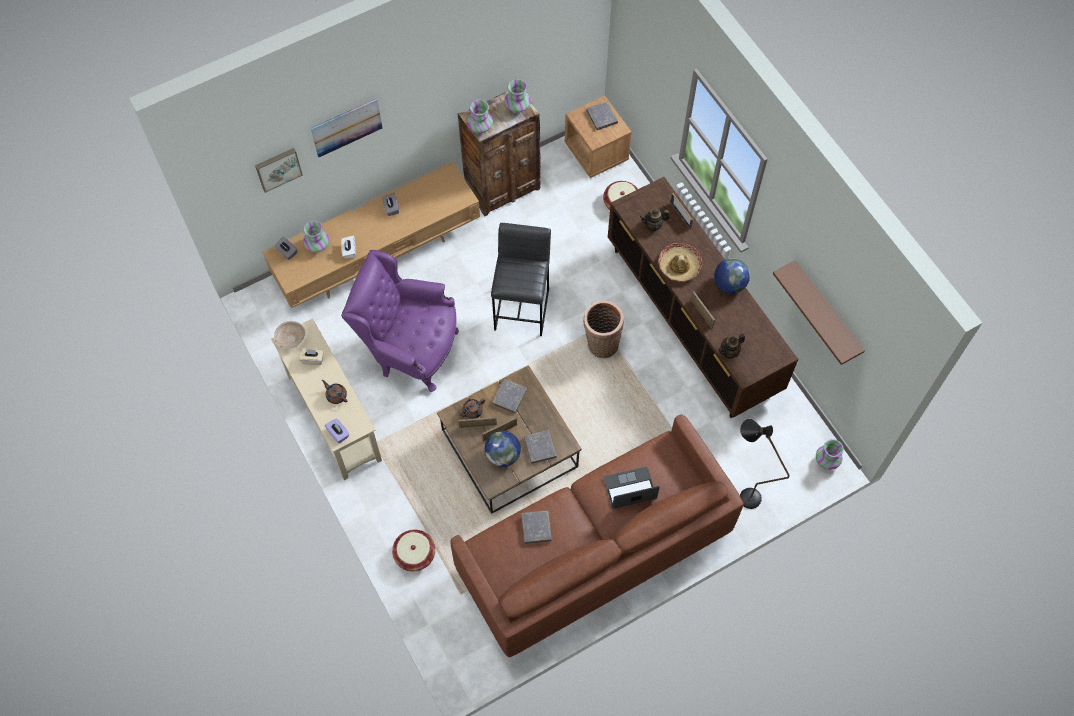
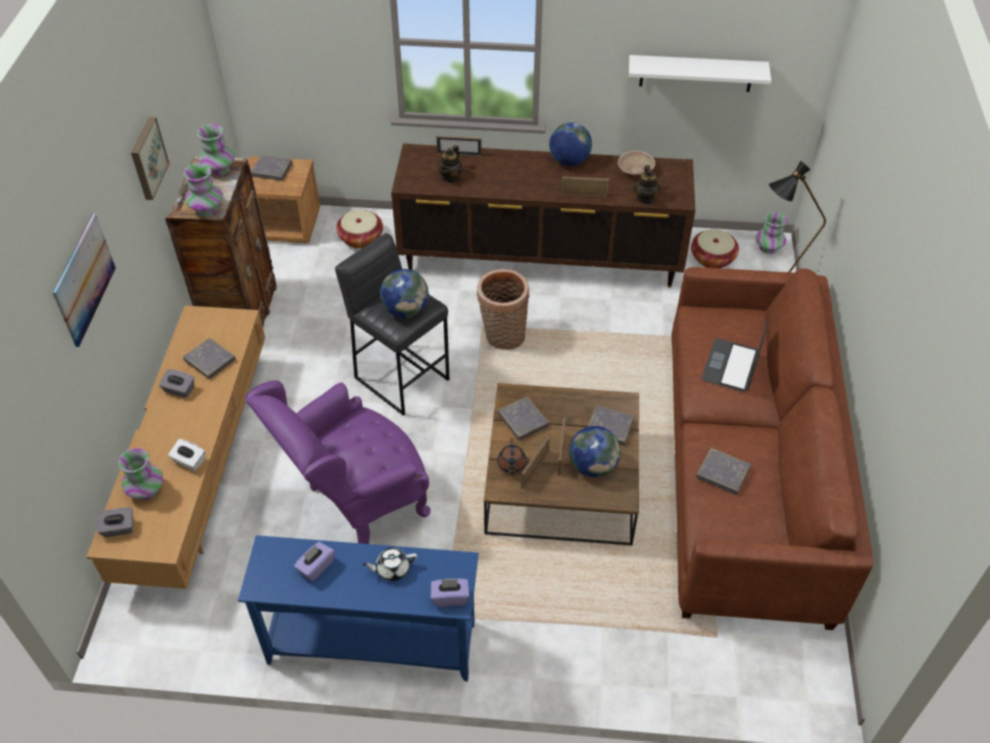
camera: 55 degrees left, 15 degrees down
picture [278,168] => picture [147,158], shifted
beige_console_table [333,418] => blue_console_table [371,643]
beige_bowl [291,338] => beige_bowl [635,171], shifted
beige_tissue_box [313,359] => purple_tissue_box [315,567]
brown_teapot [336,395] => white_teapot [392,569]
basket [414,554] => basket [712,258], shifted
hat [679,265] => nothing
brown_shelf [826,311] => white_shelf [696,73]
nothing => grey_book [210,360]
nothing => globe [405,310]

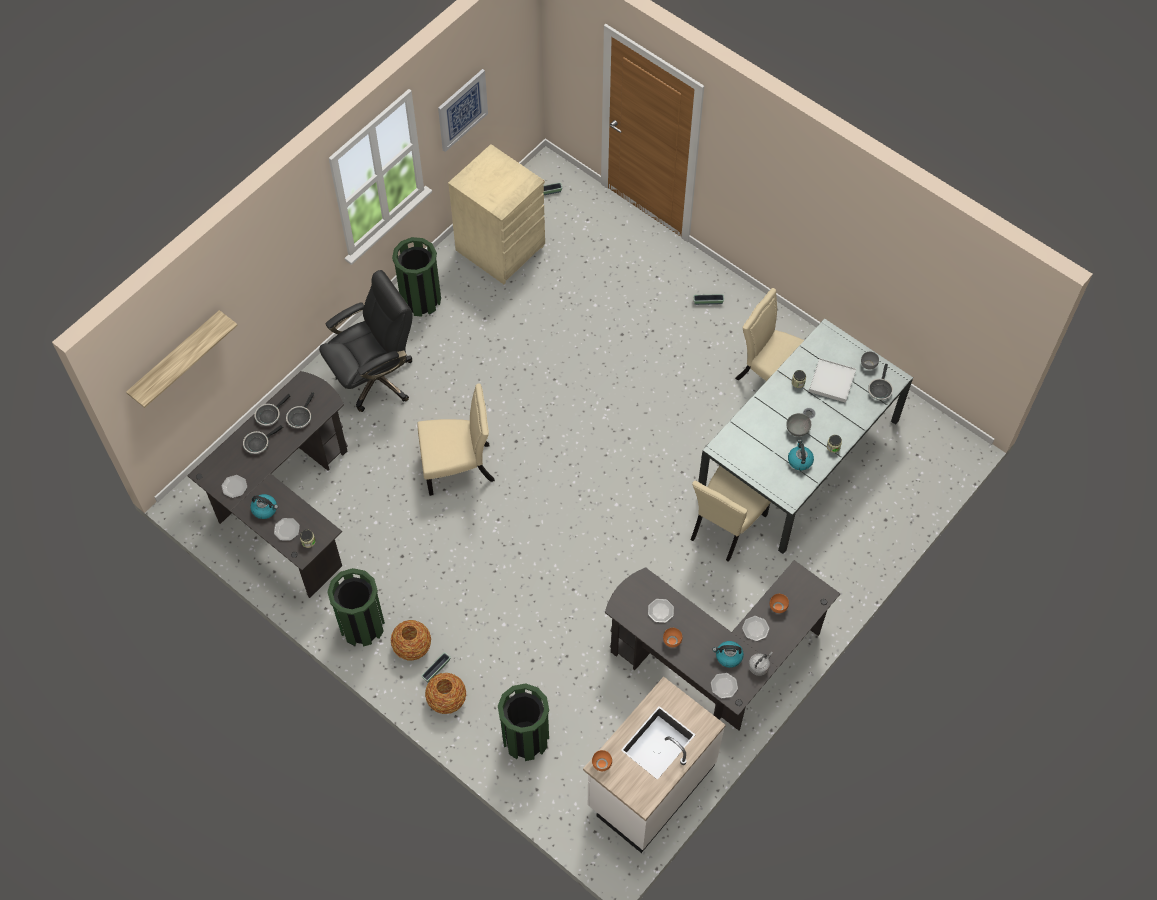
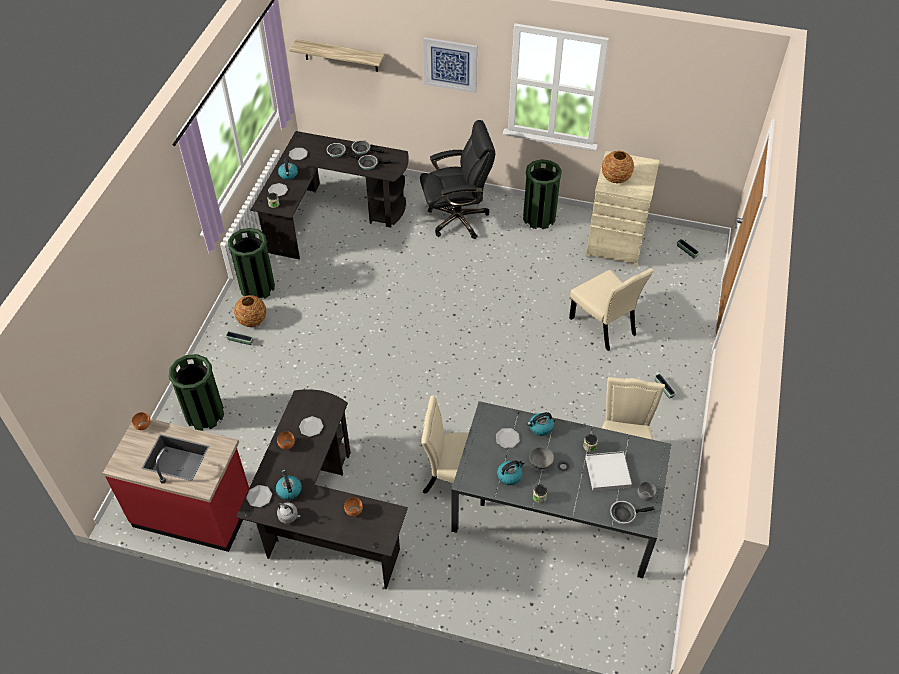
camera: 65 degrees right, 10 degrees down
black_office_chair [375,380] => black_office_chair [456,219], 45 degrees counterclockwise
beige_chair [457,467] => beige_chair [603,324], shifted
vase [447,699] => vase [616,178], shifted
picture [462,110] => picture [450,64], shifted
white_counter [650,785] => red_counter [193,511]
plate [755,629] => plate [507,438], shifted
nothing => kettle [540,427]

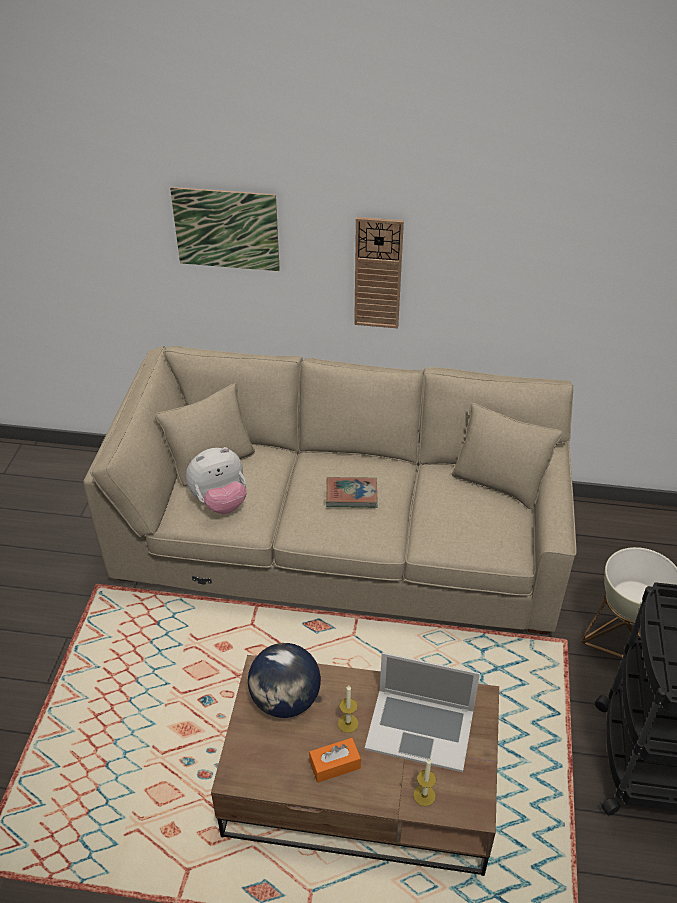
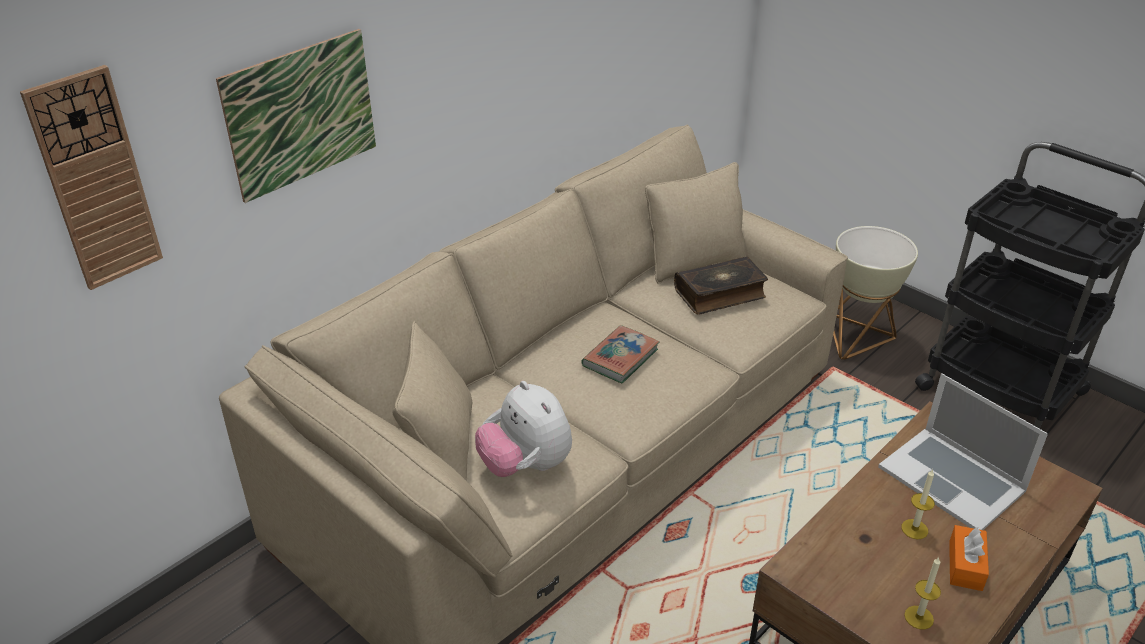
camera: 55 degrees left, 5 degrees down
plush_toy [220,502] => plush_toy [525,465], 135 degrees clockwise
globe [285,700] => nothing
wall_clock [378,273] => wall_clock [95,180], shifted
laptop [420,728] => laptop [952,478], 90 degrees clockwise
candle [424,795] => candle [919,617], shifted
nothing => book [720,294]

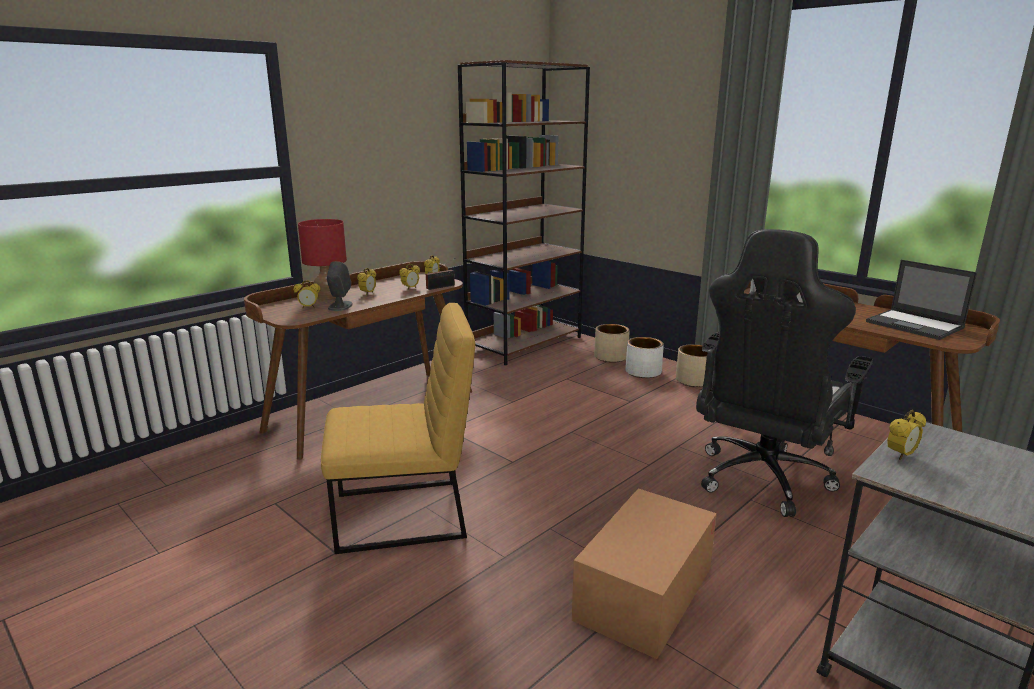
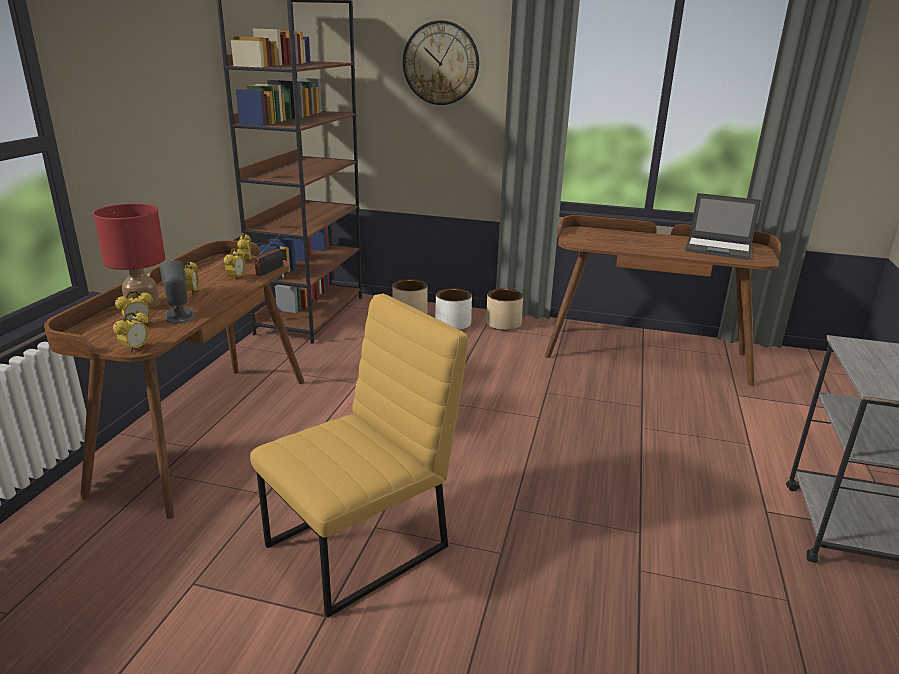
camera: 30 degrees left, 5 degrees up
cardboard_box [644,593] => nothing
black_office_chair [764,475] => nothing
alarm_clock [901,455] => alarm_clock [135,349], shifted
nothing => wall_clock [441,63]

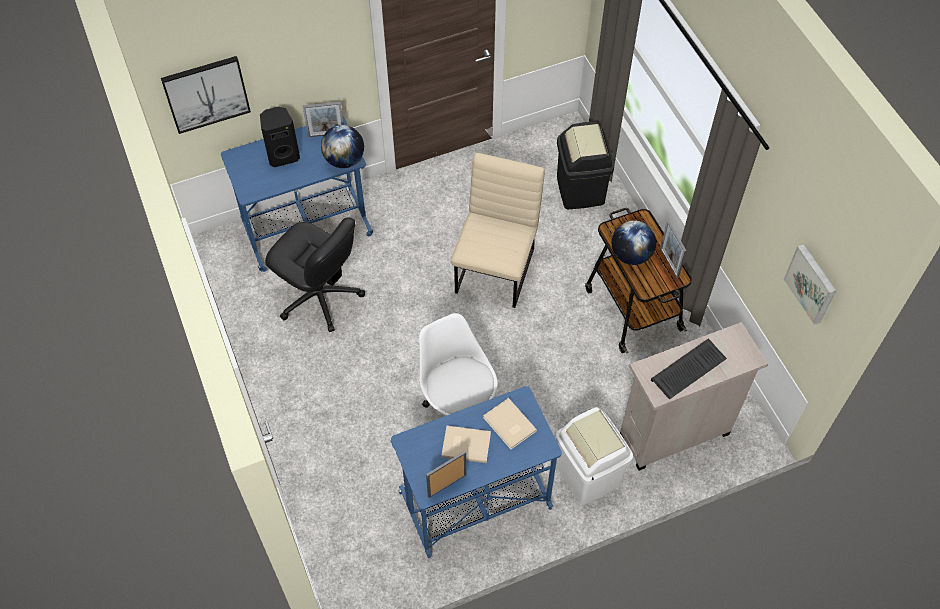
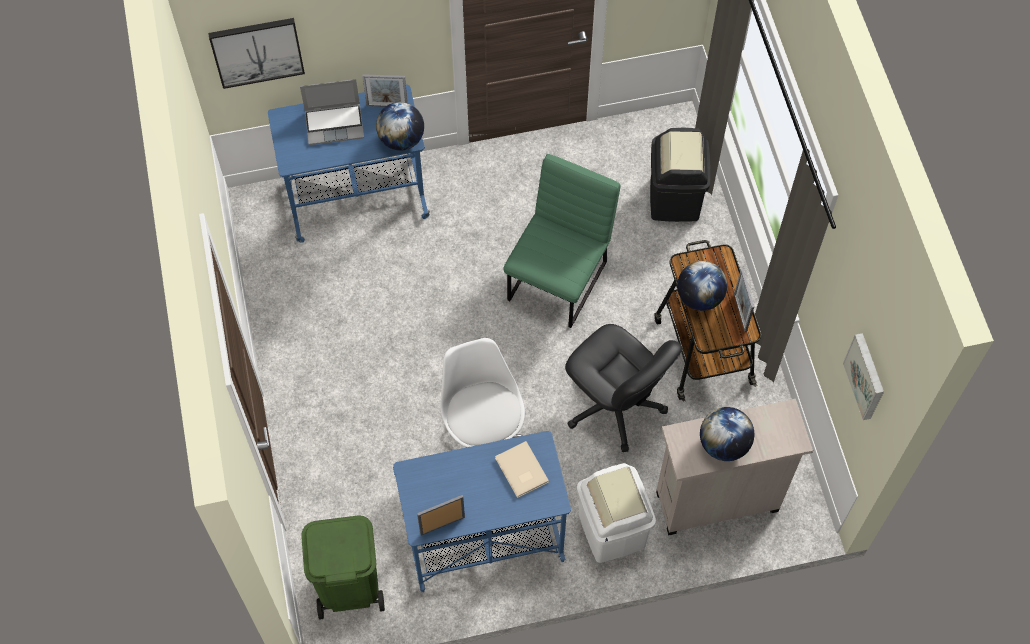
camera: 10 degrees right, 5 degrees up
black_speaker [283,155] => laptop [335,124]
black_office_chair [319,296] => black_office_chair [614,405], shifted
beige_book [465,444] => nothing
beige_chair [496,268] => green_chair [559,278]
keyboard [688,371] => globe [723,444]
nothing => green_trash_can [349,587]

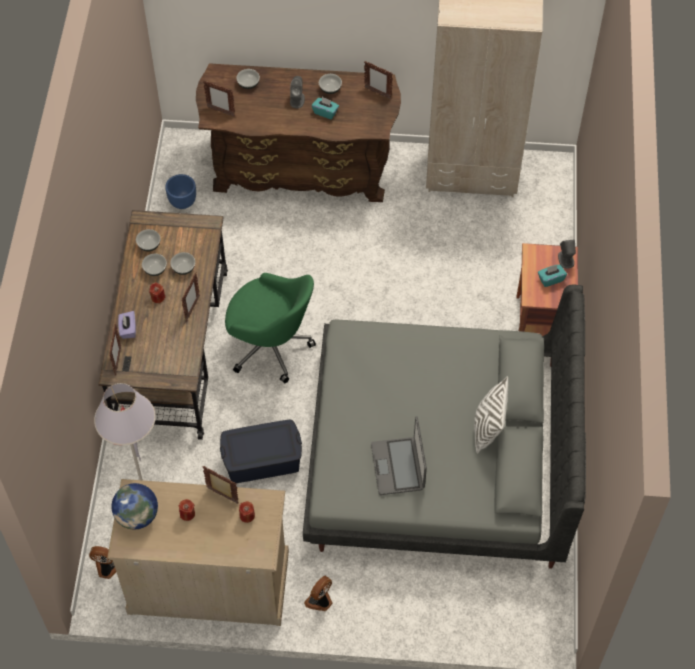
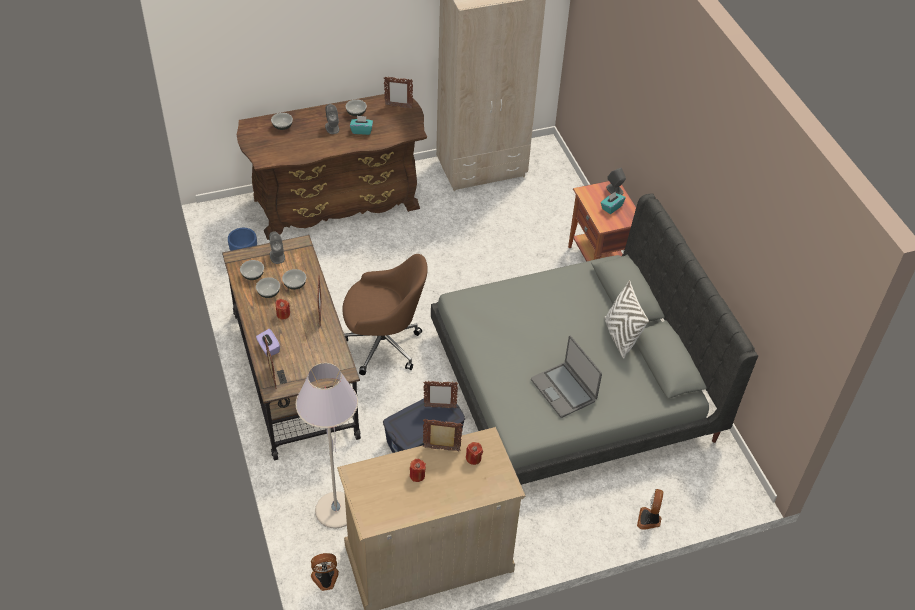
camera: 25 degrees left, 10 degrees down
globe [137,516] => nothing
picture_frame [221,111] => picture_frame [439,407], shifted
green_office_chair [271,347] => brown_office_chair [384,346]
fan [320,601] => fan [649,520], shifted
nothing => grey_speaker [277,256]

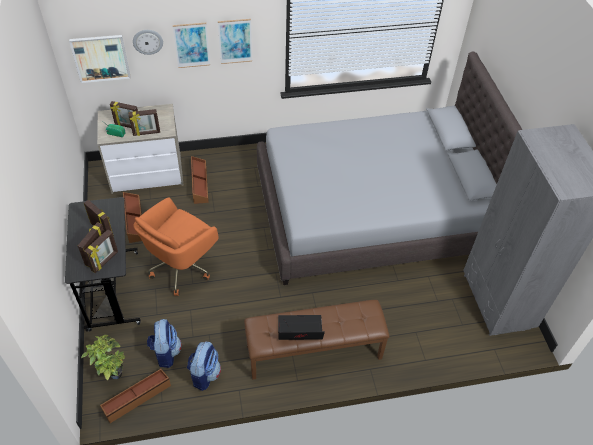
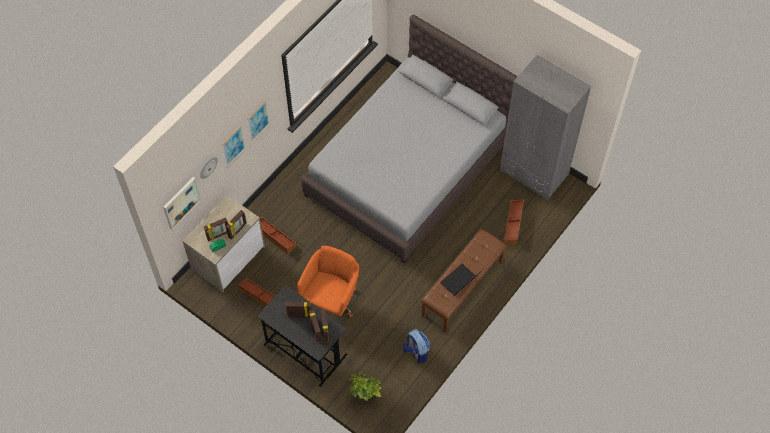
camera: 40 degrees left, 10 degrees up
brown_storage_box [137,398] => brown_storage_box [513,224], shifted
orange_office_chair [182,268] => orange_office_chair [331,303], 150 degrees counterclockwise
backpack [165,352] => nothing

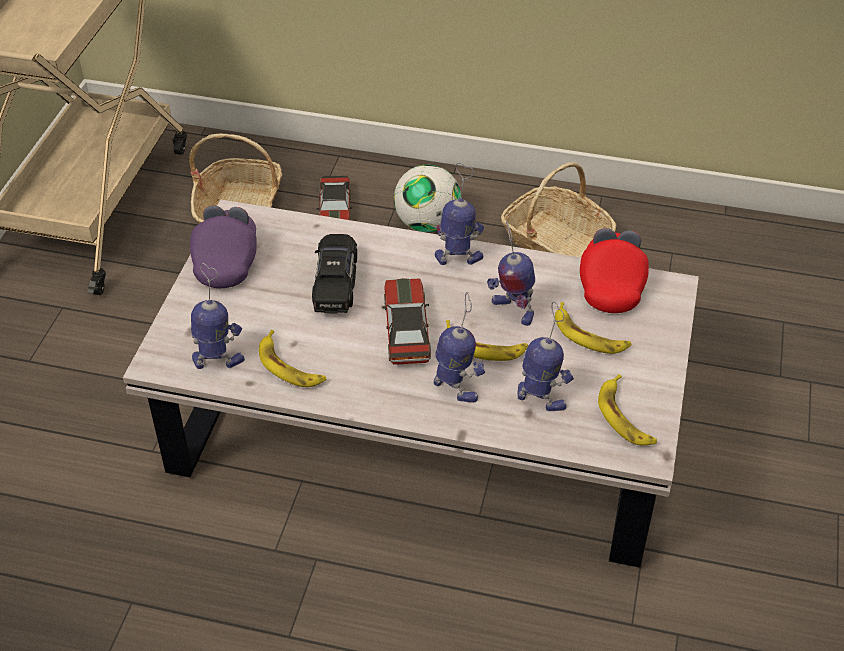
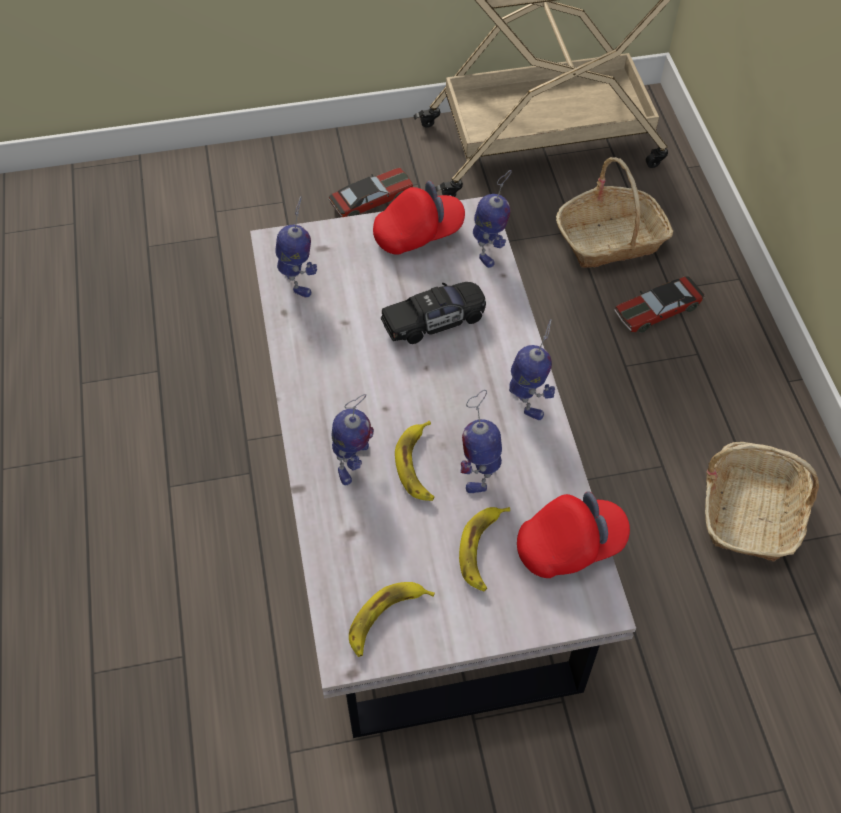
camera: 65 degrees right, 10 degrees up
purple_cap [227,260] => red_cap [418,234]
banana [290,366] => nothing
toy_car [406,329] => toy_car [371,199], shifted
football [427,224] => nothing
toy_robot [541,399] => toy_robot [489,250], shifted

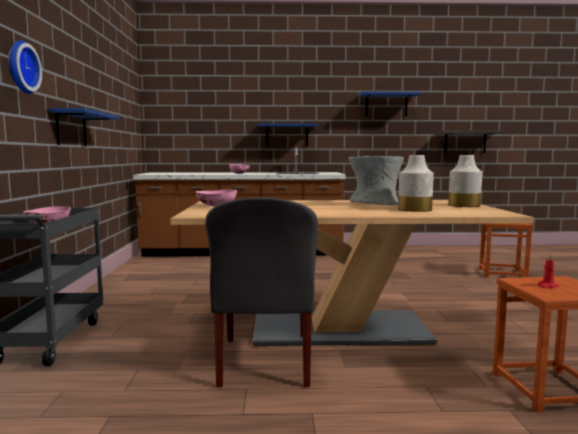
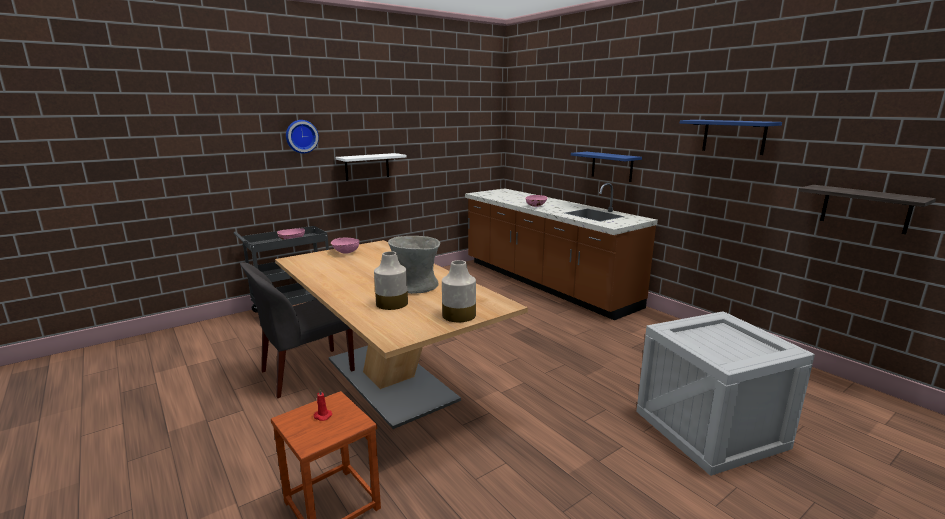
camera: 55 degrees right, 10 degrees up
blue_shelf [71,129] => white_shelf [367,166]
brown_stool [502,273] => crate [712,430]

